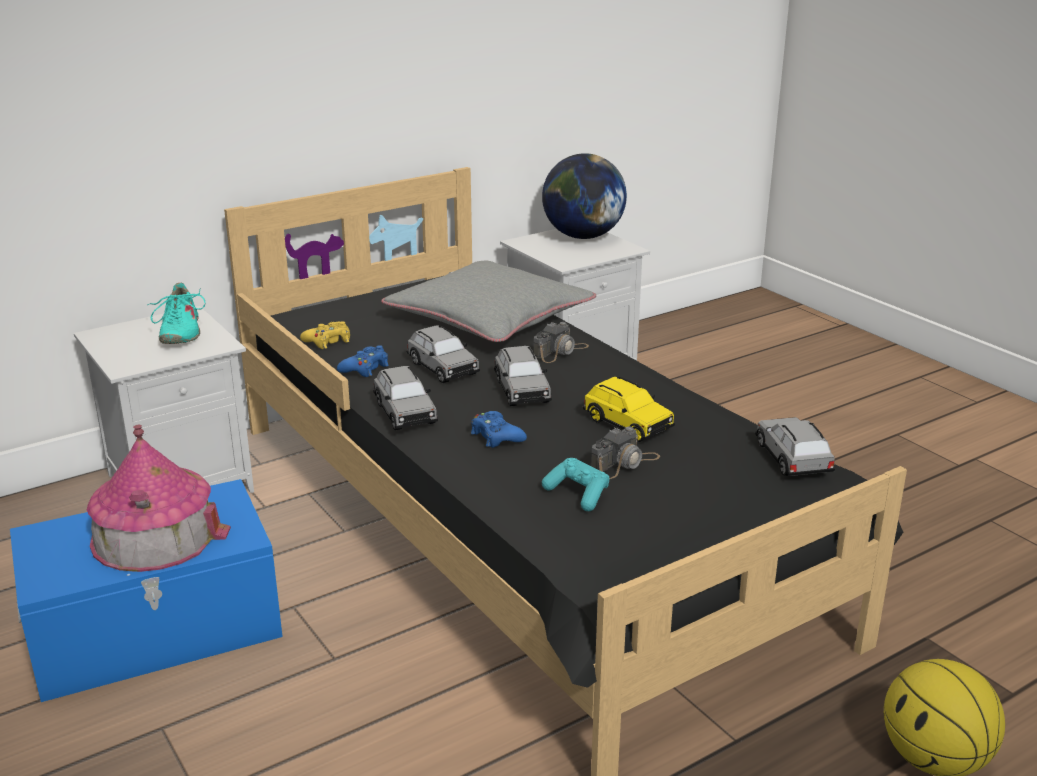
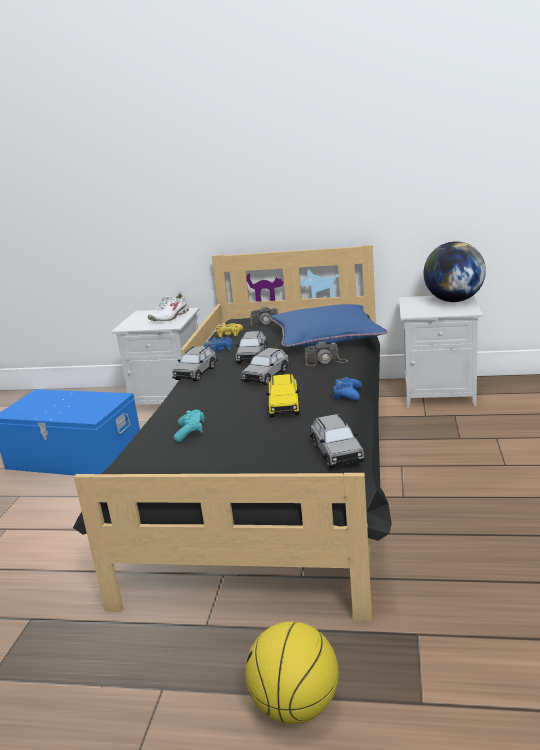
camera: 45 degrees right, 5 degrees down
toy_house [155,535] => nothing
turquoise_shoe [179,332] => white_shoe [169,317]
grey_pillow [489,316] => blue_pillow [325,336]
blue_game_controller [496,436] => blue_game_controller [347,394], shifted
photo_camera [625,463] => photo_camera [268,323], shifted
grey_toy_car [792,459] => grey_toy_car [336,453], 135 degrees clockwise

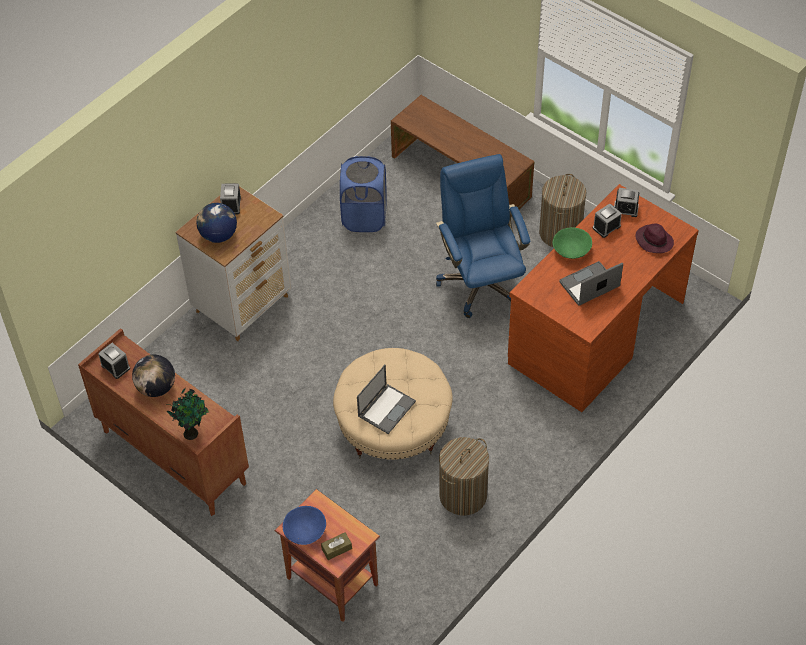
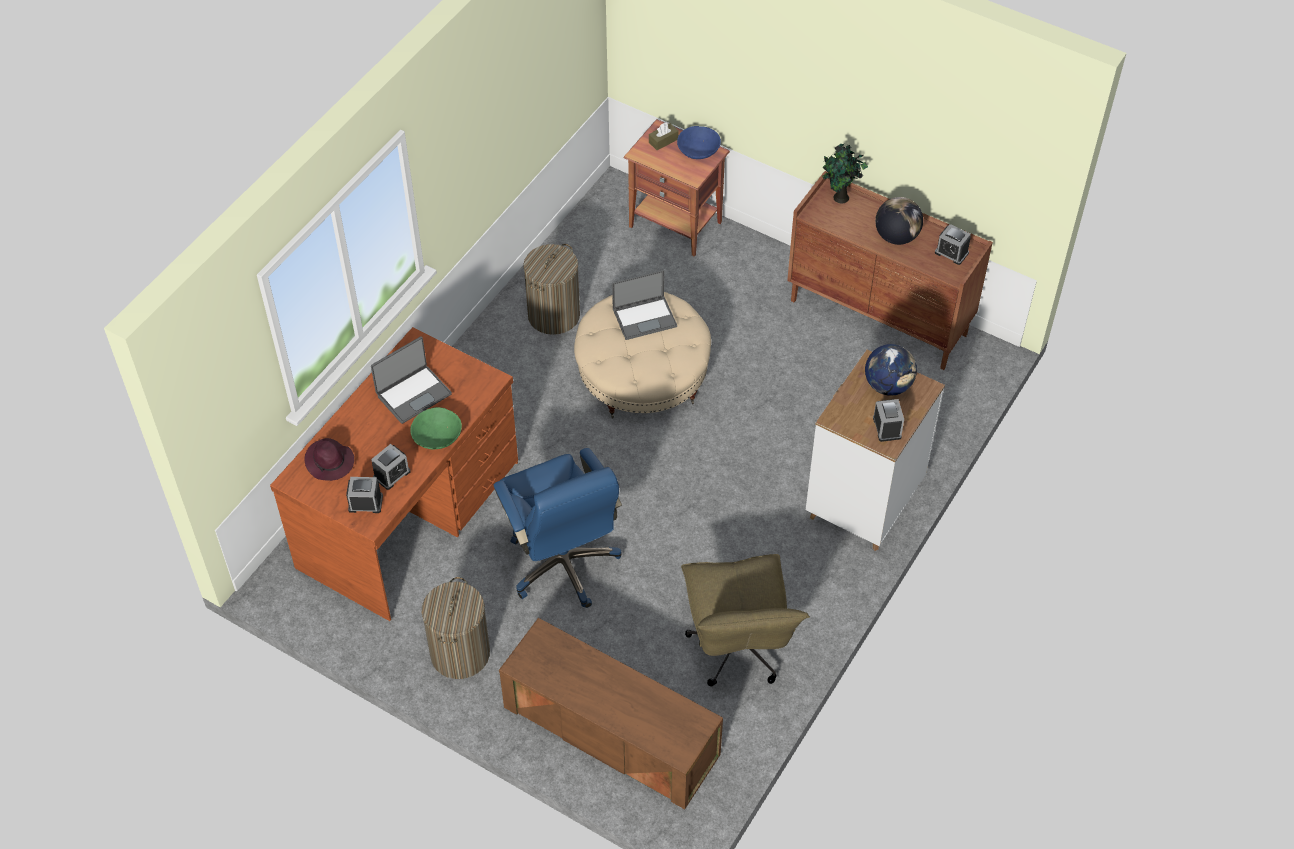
camera: 170 degrees right, 0 degrees up
blue_laundry_basket [364,217] => beige_office_chair [737,645]
laptop [387,408] => laptop [645,317], 135 degrees counterclockwise

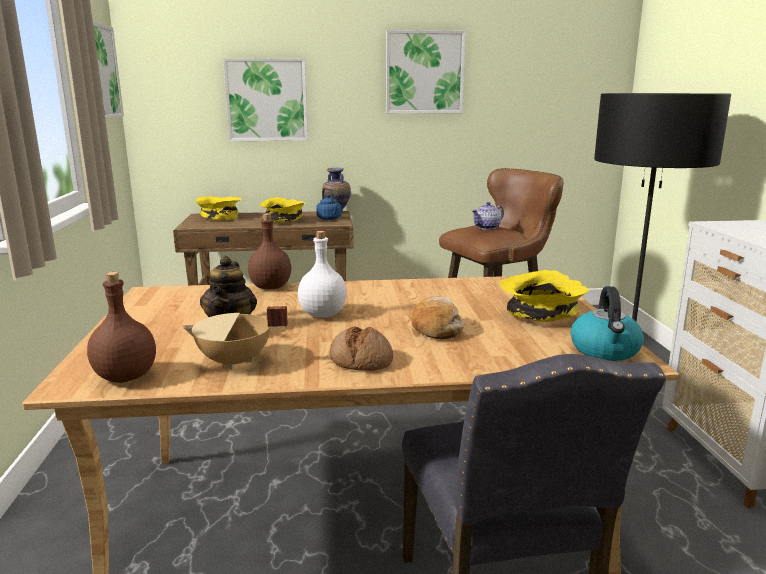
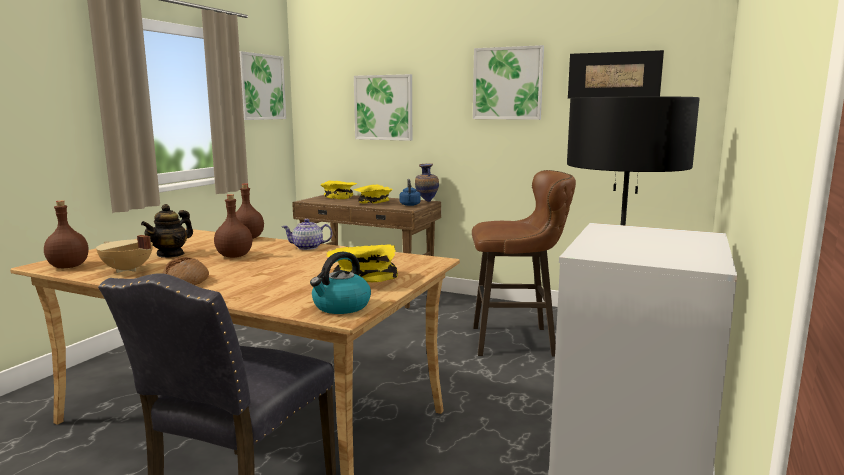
camera: 30 degrees right, 5 degrees down
white_bottle [323,314] => brown_bottle [235,256]
bread [436,328] => nothing
teapot [487,227] => teapot [308,247], shifted
nothing => picture [614,75]

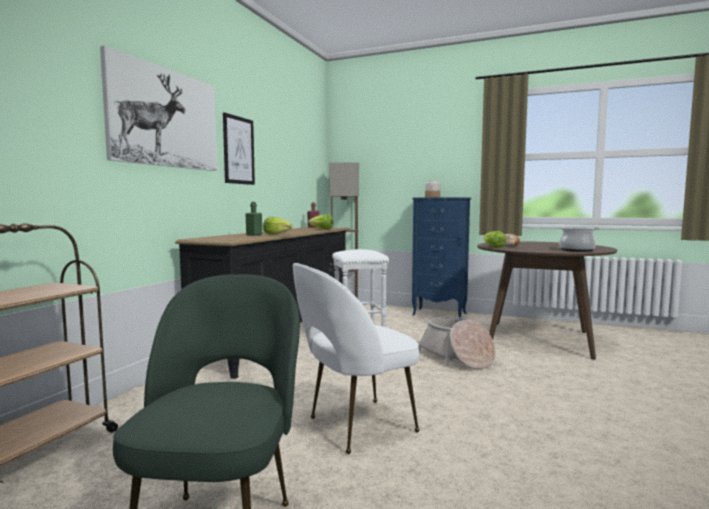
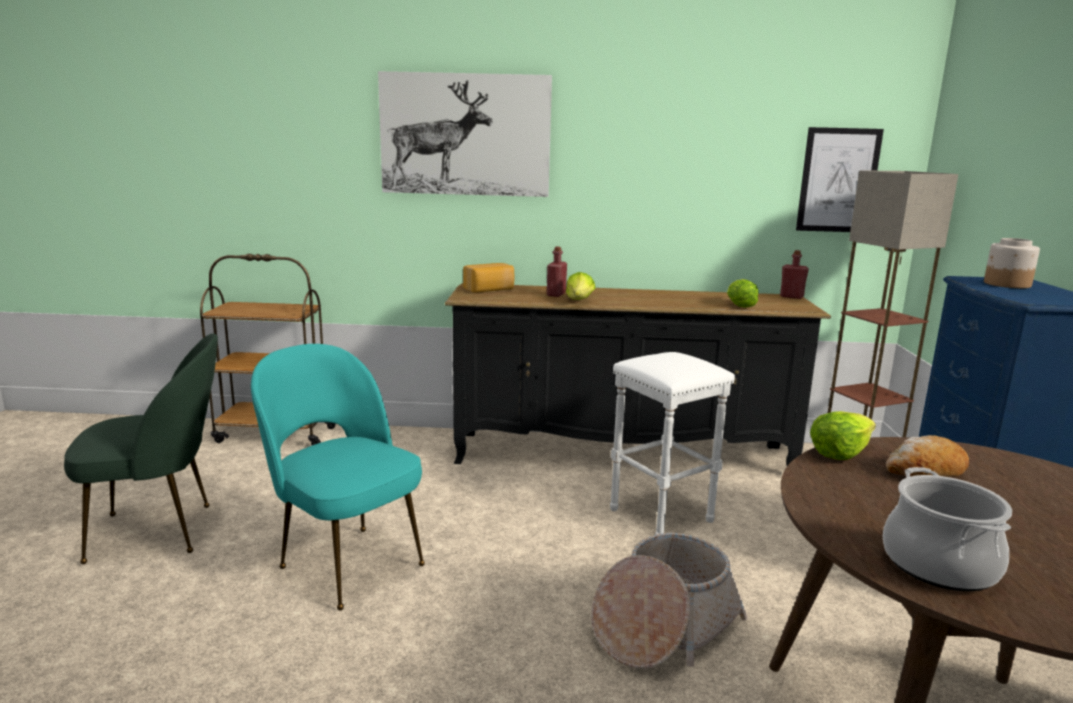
camera: 70 degrees right, 10 degrees up
picture [238,150] => picture [838,180], shifted
green_bottle [254,235] => red_bottle [556,294]
white_chair [354,427] => turquoise_chair [346,561]
nothing => bread [489,289]

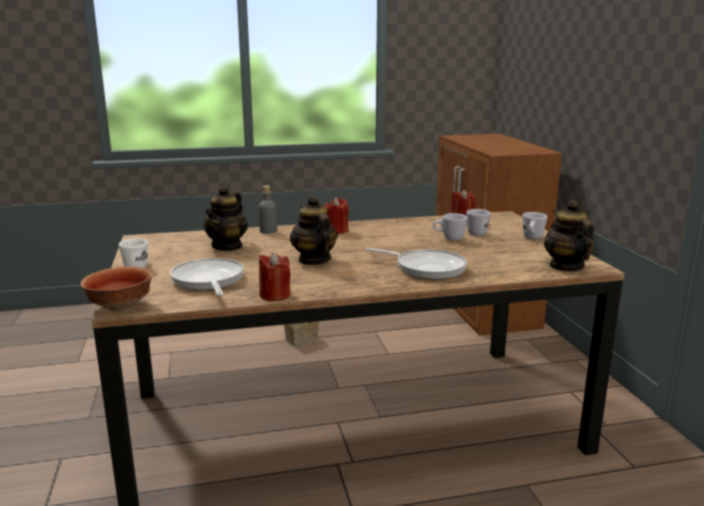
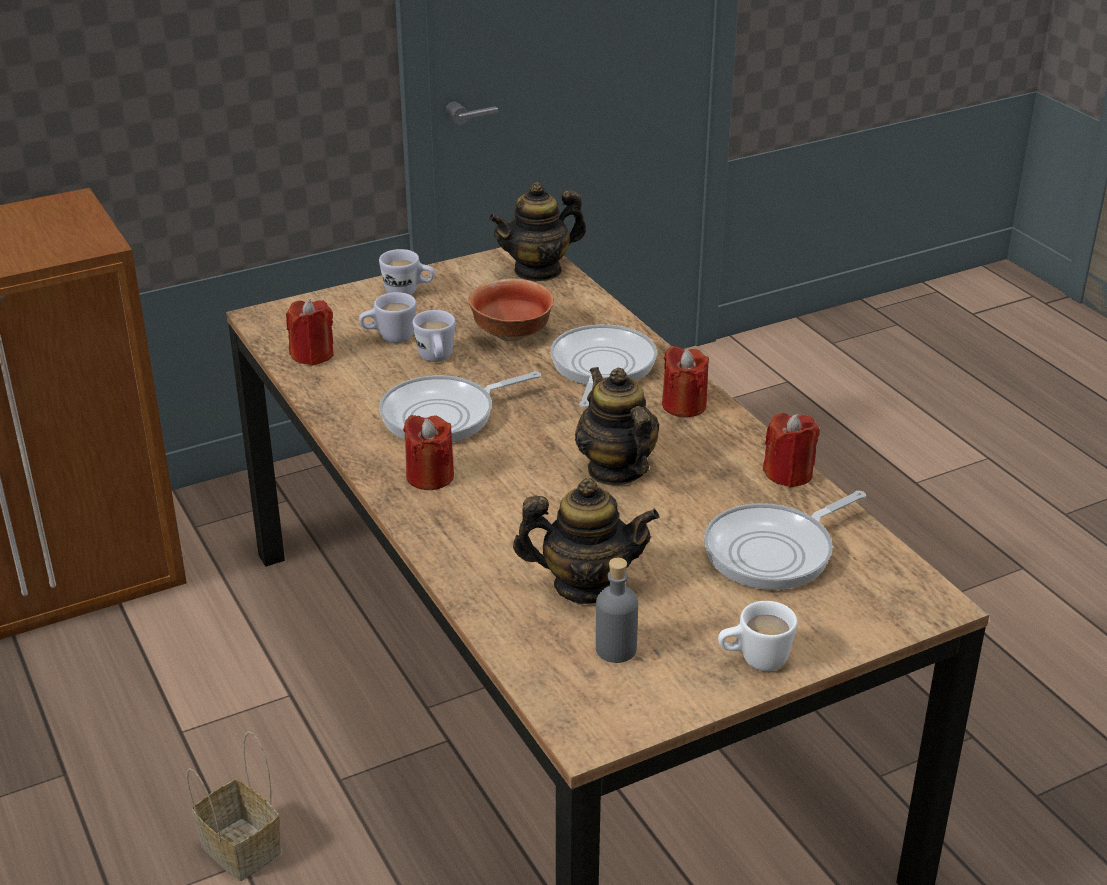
camera: 105 degrees left, 15 degrees up
bowl [120,307] => bowl [513,334], shifted
grey_bottle [268,231] => grey_bottle [615,649], shifted
teapot [314,260] => teapot [616,470], 105 degrees clockwise
nothing => frying_pan [444,415]
nothing => red_candle [684,405]

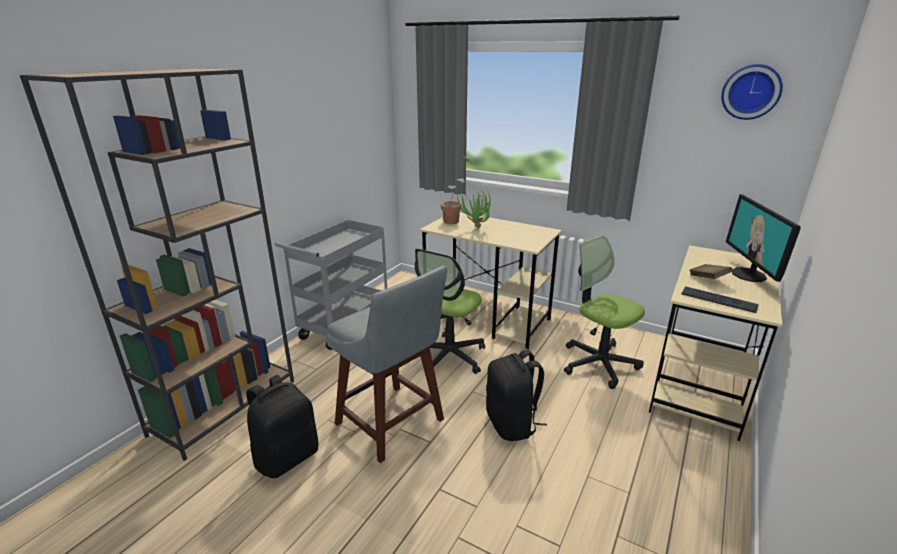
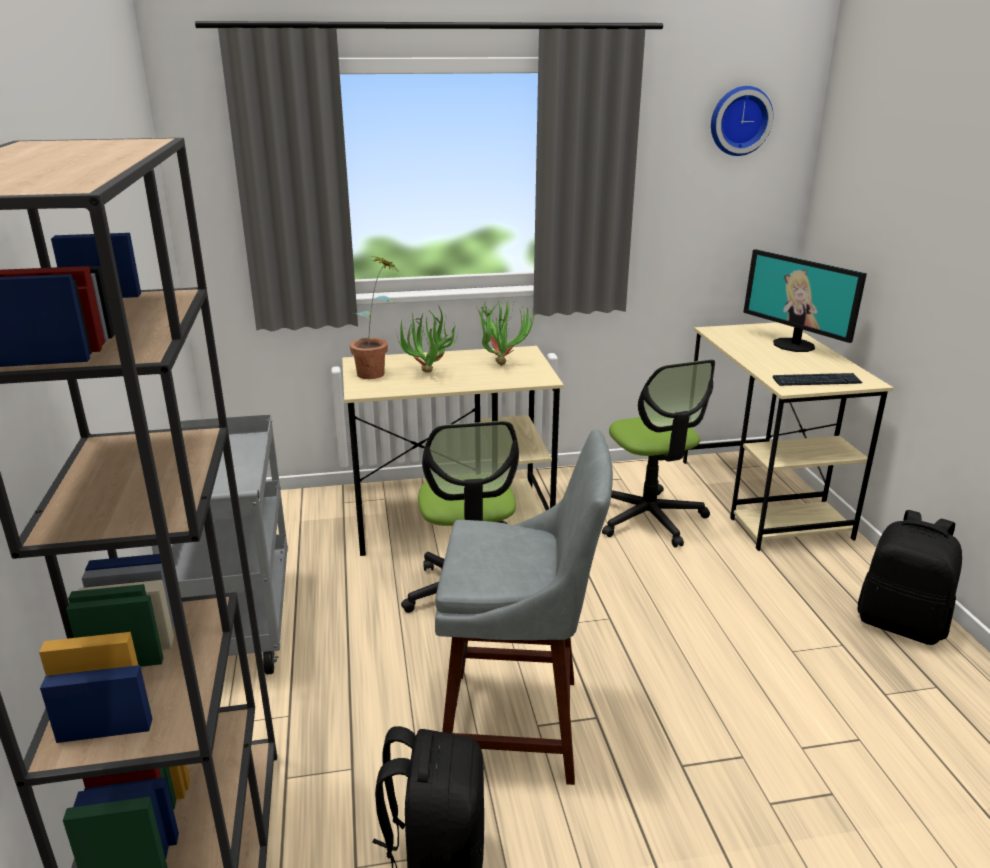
camera: 40 degrees left, 0 degrees up
black_backpack [512,424] => black_backpack [901,624], shifted
office_chair [599,363] => office_chair [649,518], 120 degrees counterclockwise
brown_book [708,279] => nothing
nothing => potted_plant [502,362]

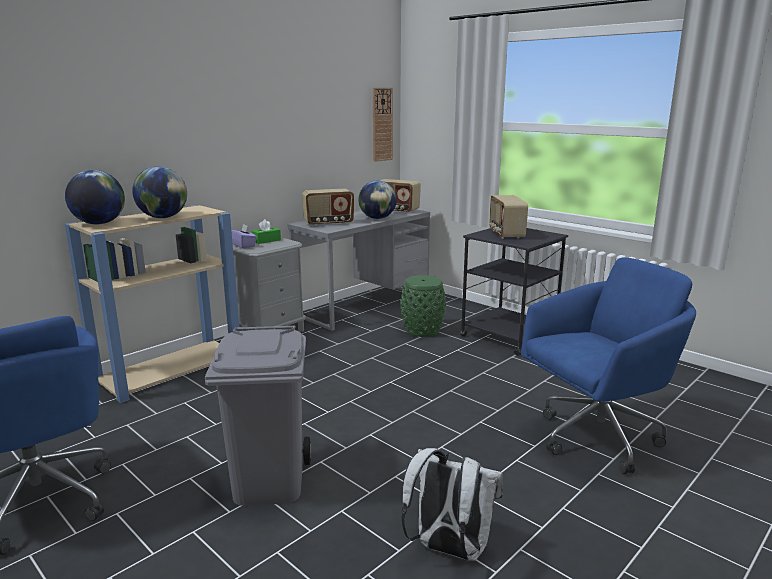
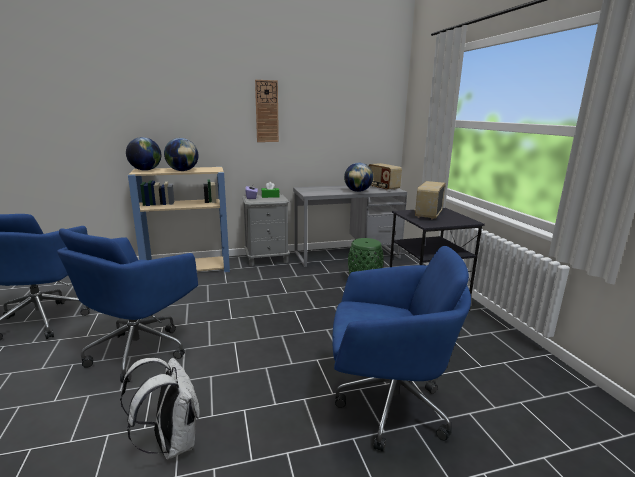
camera: 30 degrees right, 0 degrees up
grey_trash_can [267,481] => blue_office_chair [142,350]
radio [328,223] => nothing
wall_clock [382,124] => wall_clock [267,111], shifted

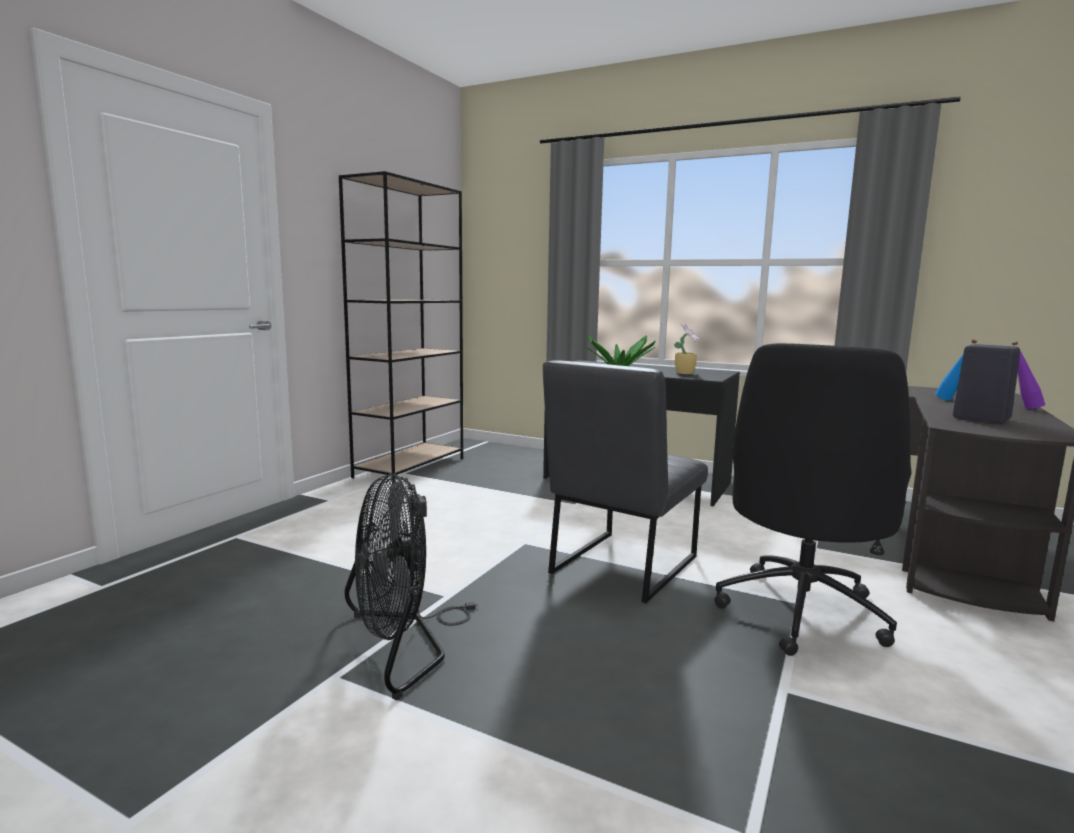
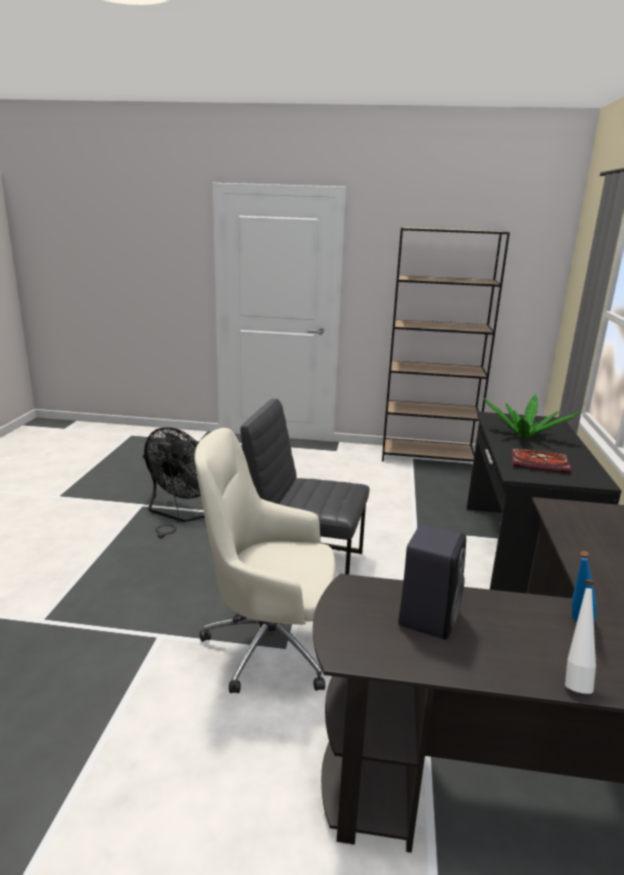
camera: 70 degrees right, 10 degrees up
black_fan [405,641] => black_fan [176,513], 75 degrees clockwise
potted_plant [685,373] => book [541,463]
black_office_chair [801,613] => beige_office_chair [269,649]
purple_bottle [1022,408] => white_bottle [574,680]

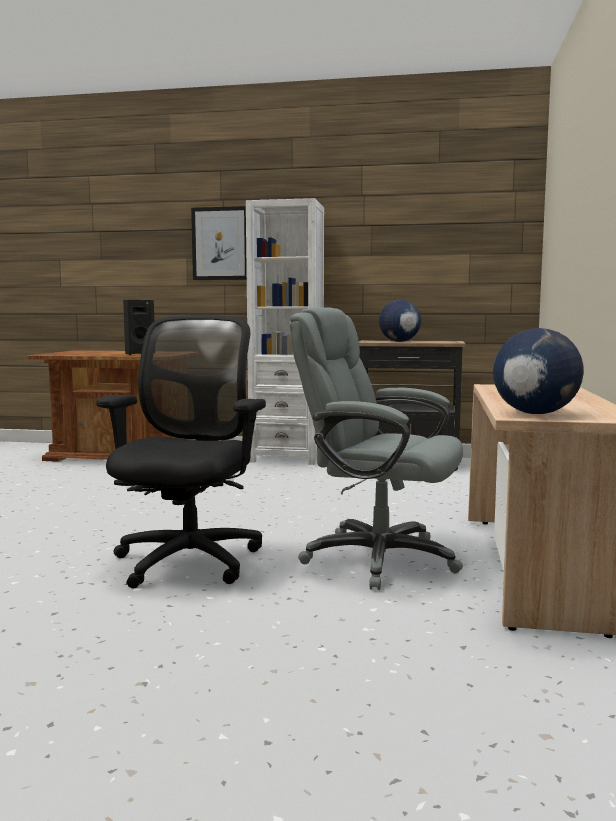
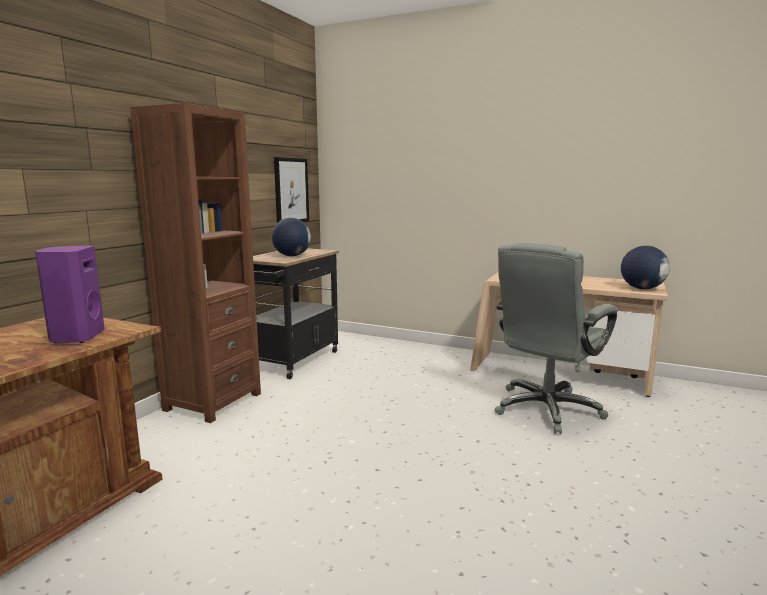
camera: 75 degrees left, 5 degrees up
black_office_chair [186,565] => nothing
black_speaker [139,354] => purple_speaker [76,337]
picture [221,244] => picture [291,191], shifted
white_bookcase [287,457] => brown_bookcase [213,402]

